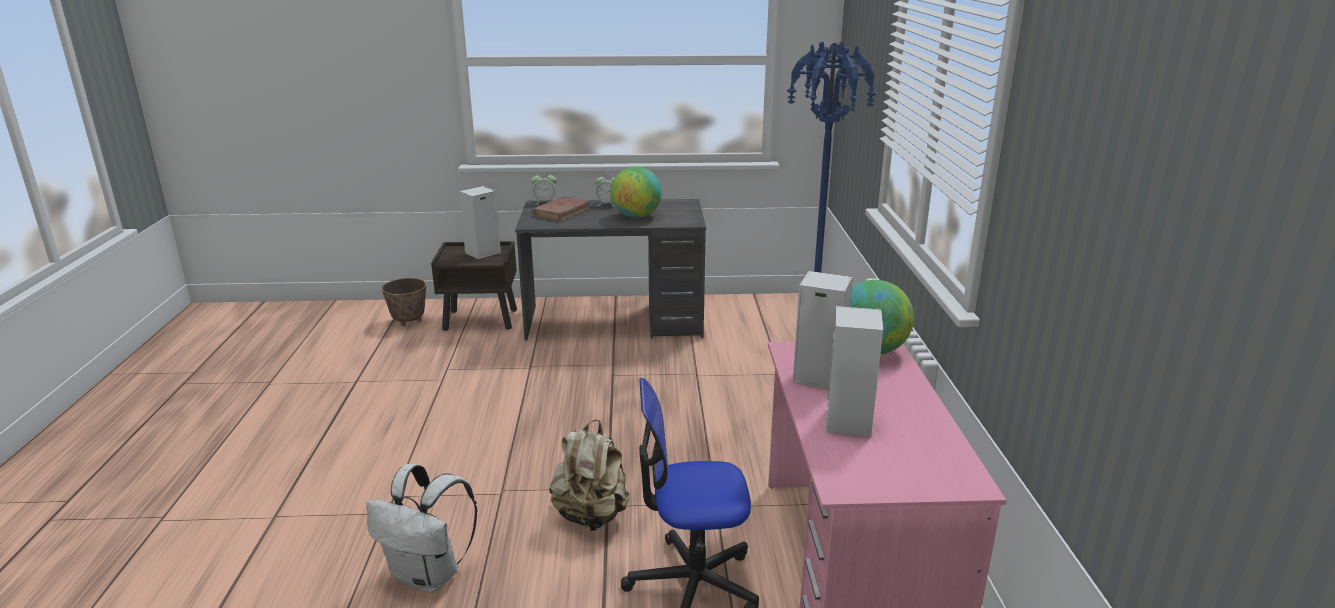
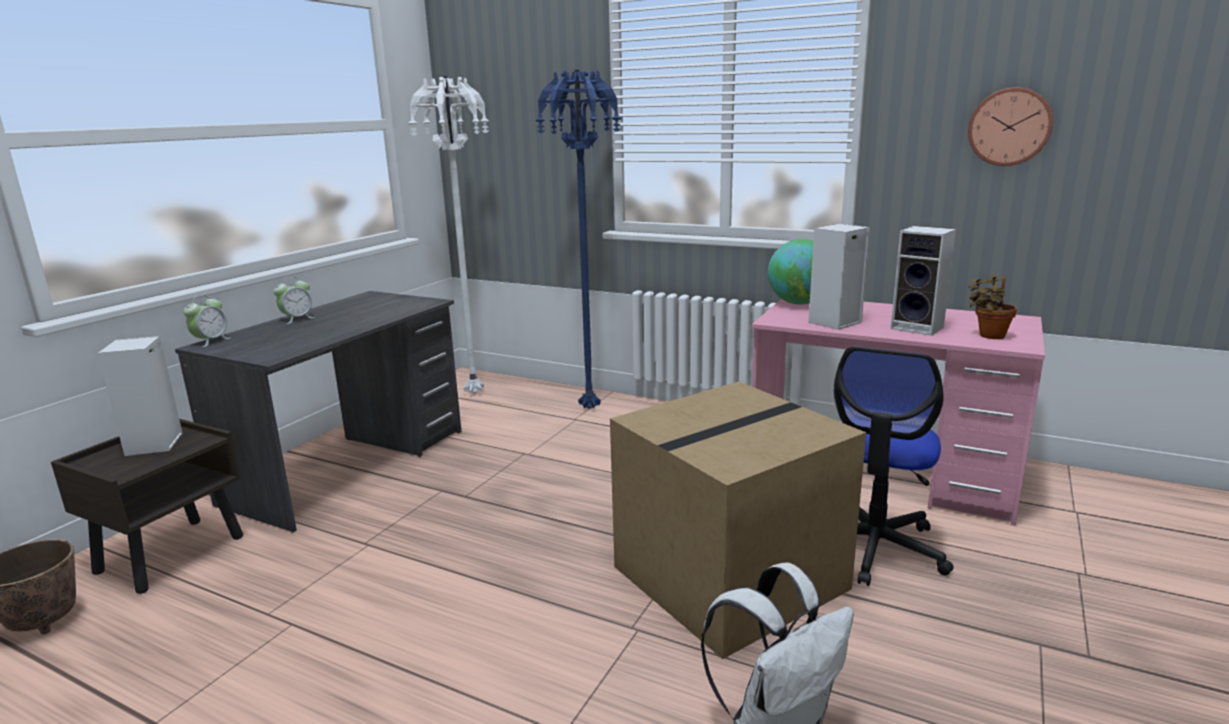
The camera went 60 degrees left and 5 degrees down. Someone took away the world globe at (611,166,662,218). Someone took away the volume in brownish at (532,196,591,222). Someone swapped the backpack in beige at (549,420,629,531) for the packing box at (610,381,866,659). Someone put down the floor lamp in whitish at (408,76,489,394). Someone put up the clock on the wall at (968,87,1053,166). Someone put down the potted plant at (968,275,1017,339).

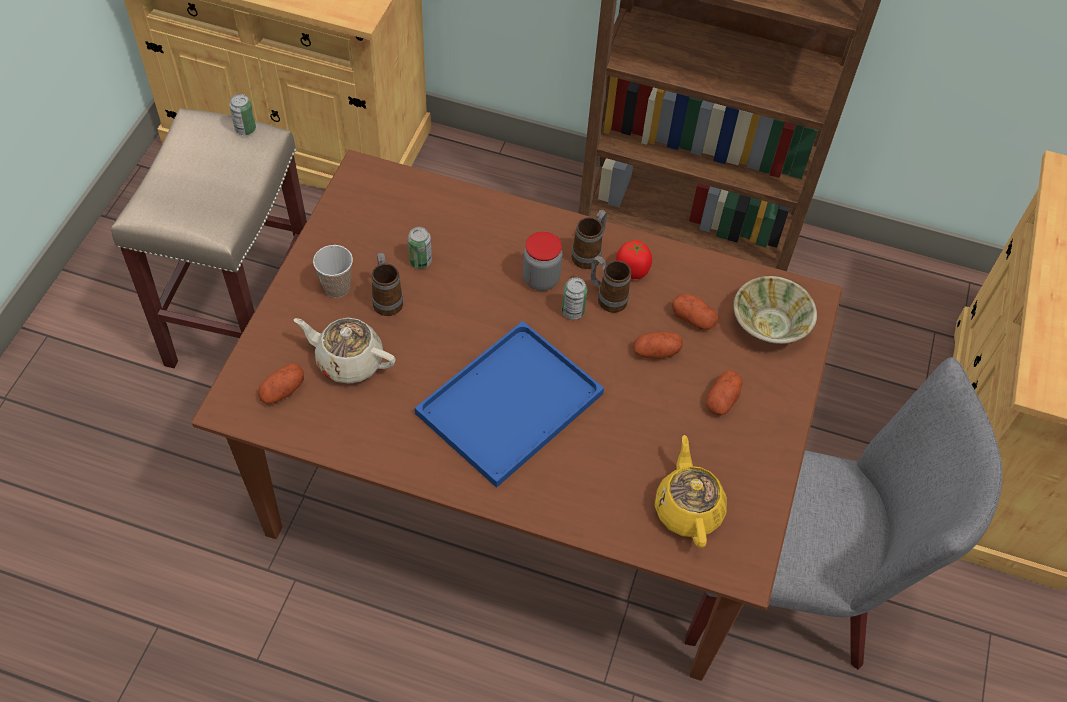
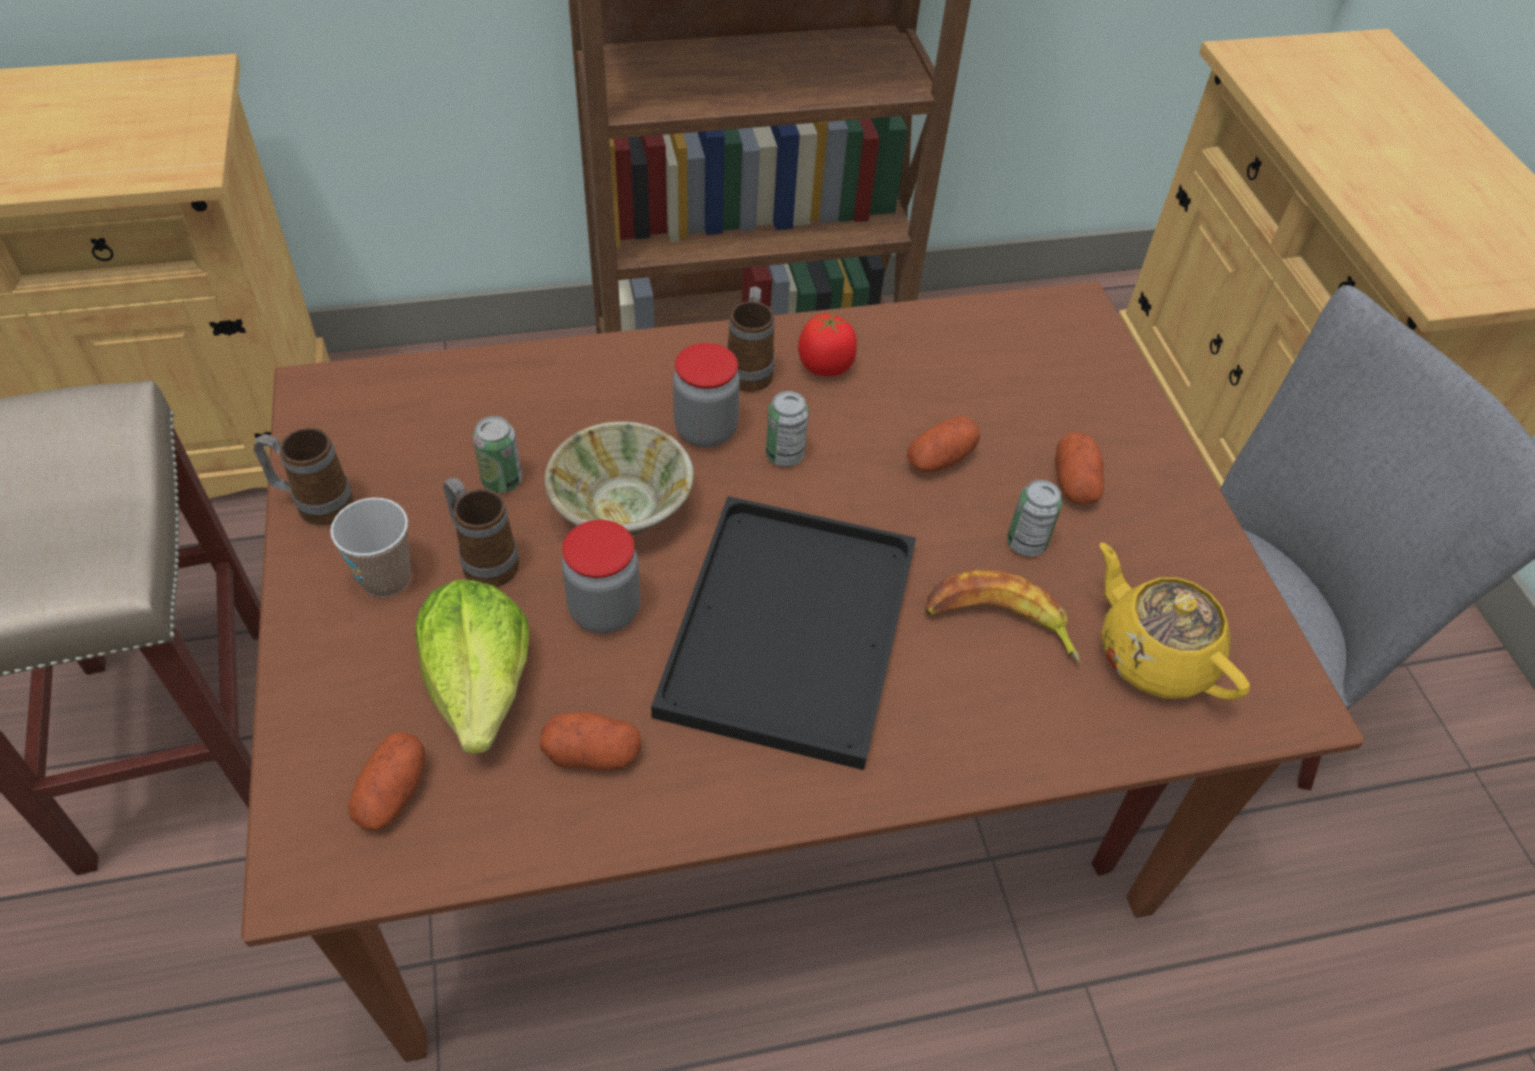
The camera went 30 degrees left and 5 degrees down. Someone carried the can from (229,94,256,135) to (1007,480,1062,556). Someone carried the coffee mug from (590,256,631,313) to (254,428,354,525). Someone carried the serving bowl in beige from (733,276,817,344) to (544,421,694,535). Someone carried the spud from (672,294,719,330) to (540,712,641,770). Someone swapped the pot for tea in beige at (294,318,396,384) for the lettuce head at (415,580,529,754). Someone repainted the serving tray in blue-coloured at (415,321,604,488), which became the serving tray in black at (651,496,916,770). Someone put down the storage jar at (562,520,640,634). Someone put down the whole banana at (925,570,1081,663).

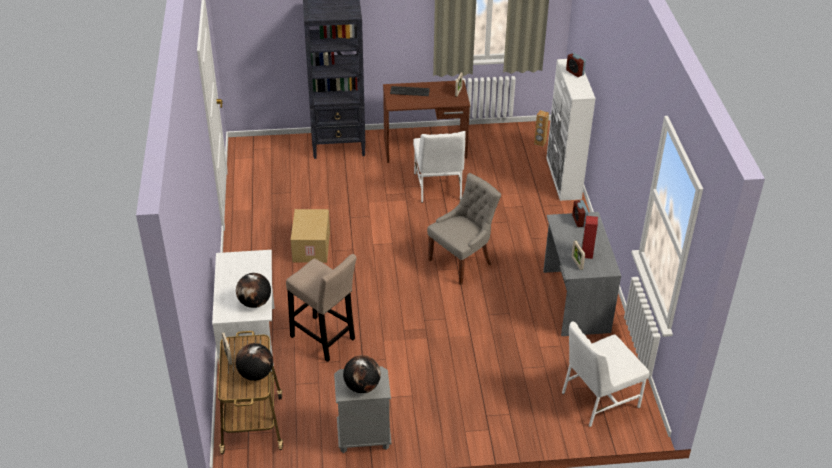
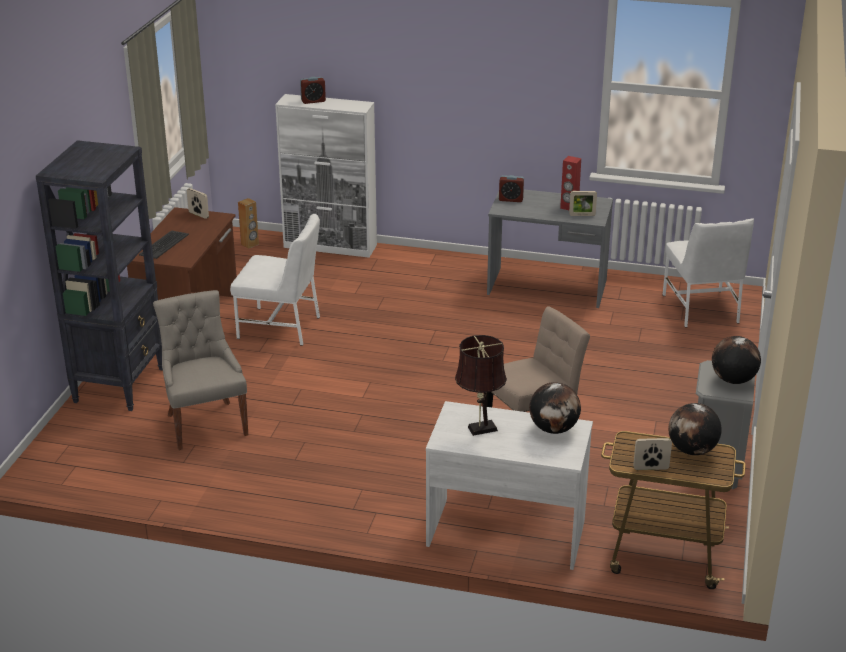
The camera went 70 degrees left and 10 degrees down. Someone carried the plain chair in greyish from (427,173,501,285) to (153,290,248,450). Someone took away the packing box at (291,209,330,263). Someone put down the lamp for a table in brownish at (455,335,507,436).

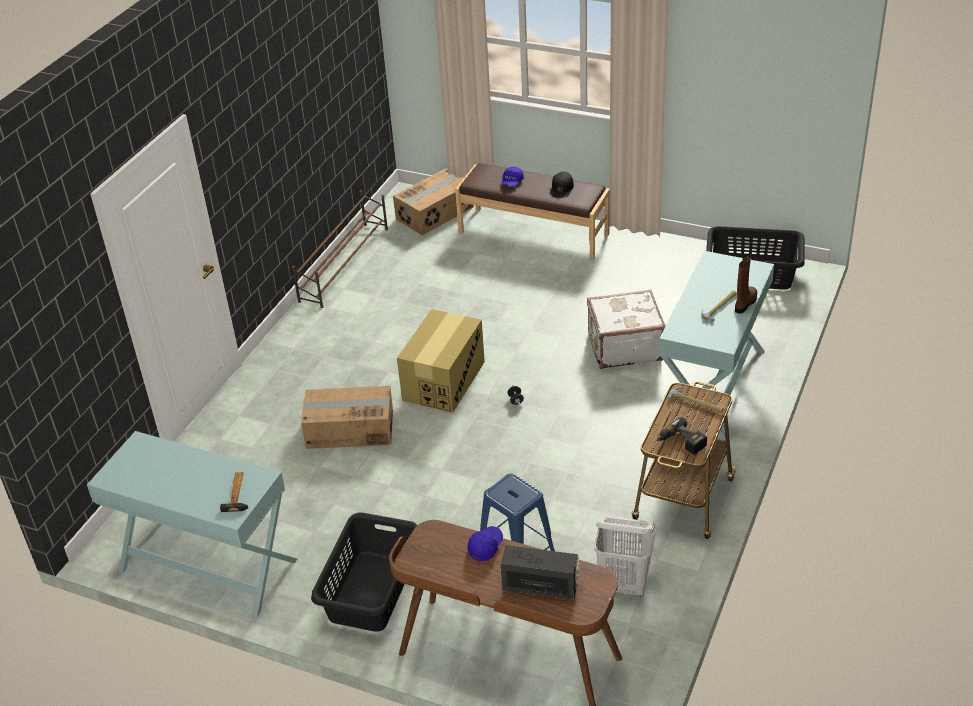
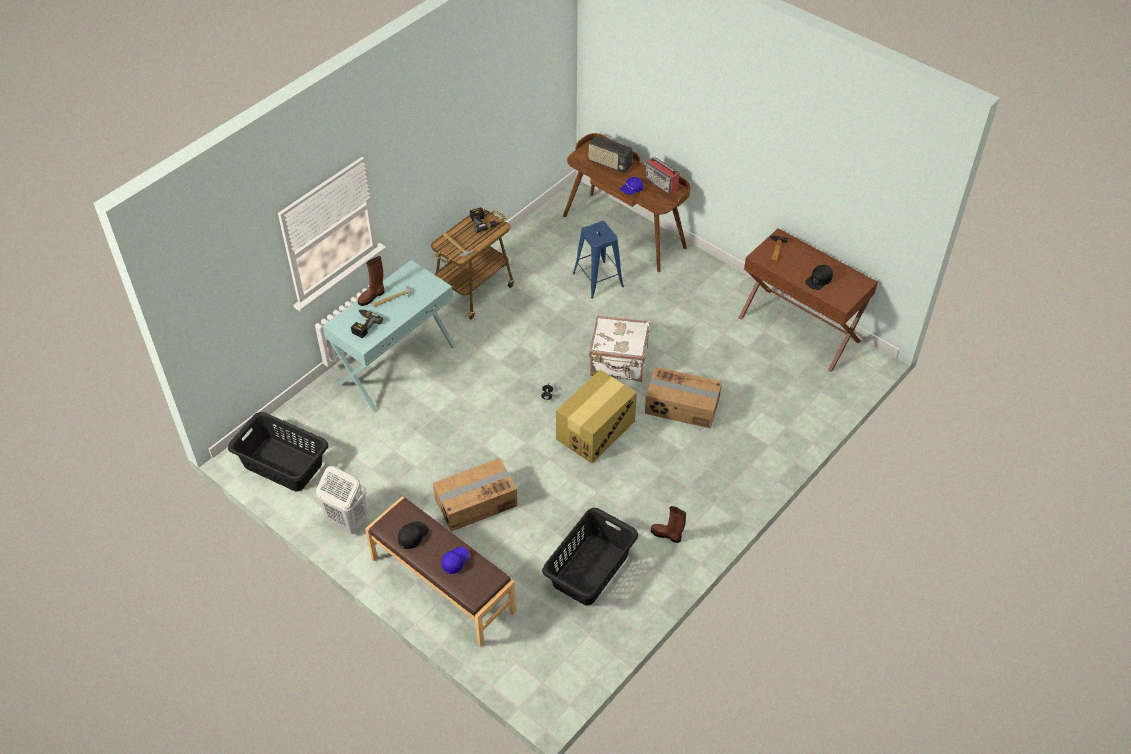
The camera went 165 degrees left and 10 degrees up. Someone carried the packing box from (393,168,474,235) to (433,458,517,532). Someone took away the shoe stand in brownish at (292,190,388,308). Someone carried the piece of luggage in whitish from (587,289,666,369) to (589,315,650,382). Someone repainted the hall table in blue-green at (87,431,297,617), which became the hall table in brownish at (739,228,878,372). Someone carried the laundry basket in black from (311,512,417,632) to (542,508,638,606). Someone carried the laundry basket in whitish from (594,516,656,597) to (316,466,367,534). Someone put down the radio receiver at (645,157,680,194). Someone put down the baseball cap in black at (805,265,833,290). Someone put down the power drill at (351,310,383,338). Someone put down the tall boot in brownish at (651,506,686,543).

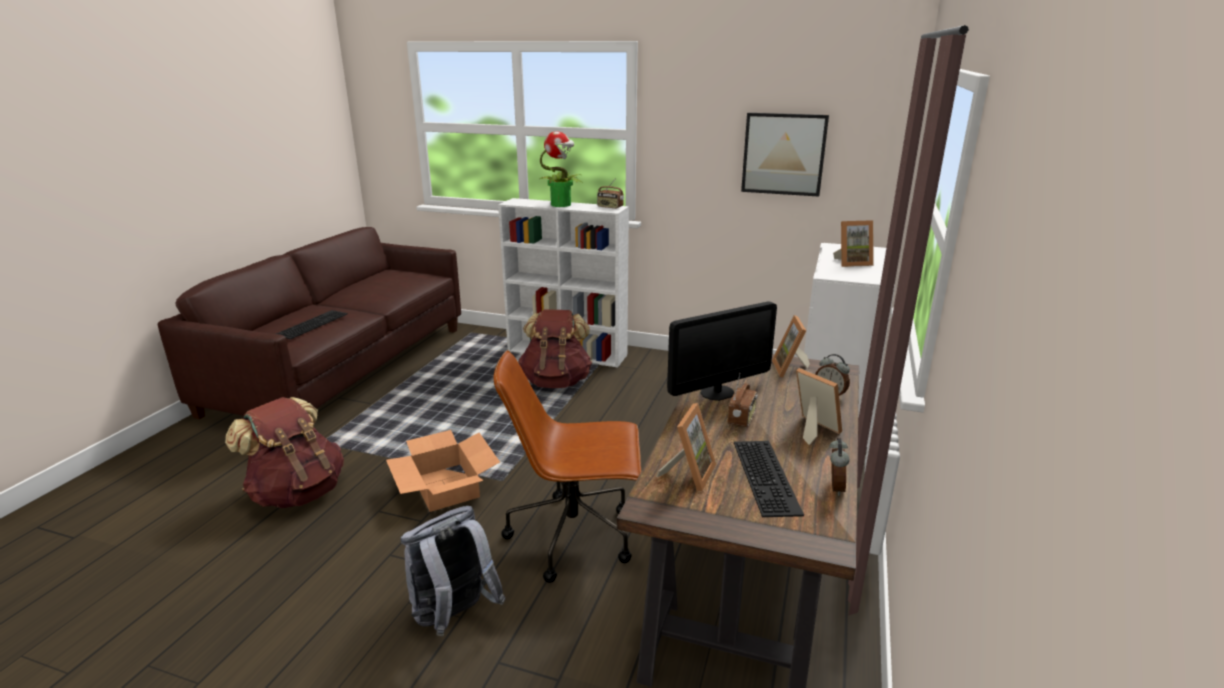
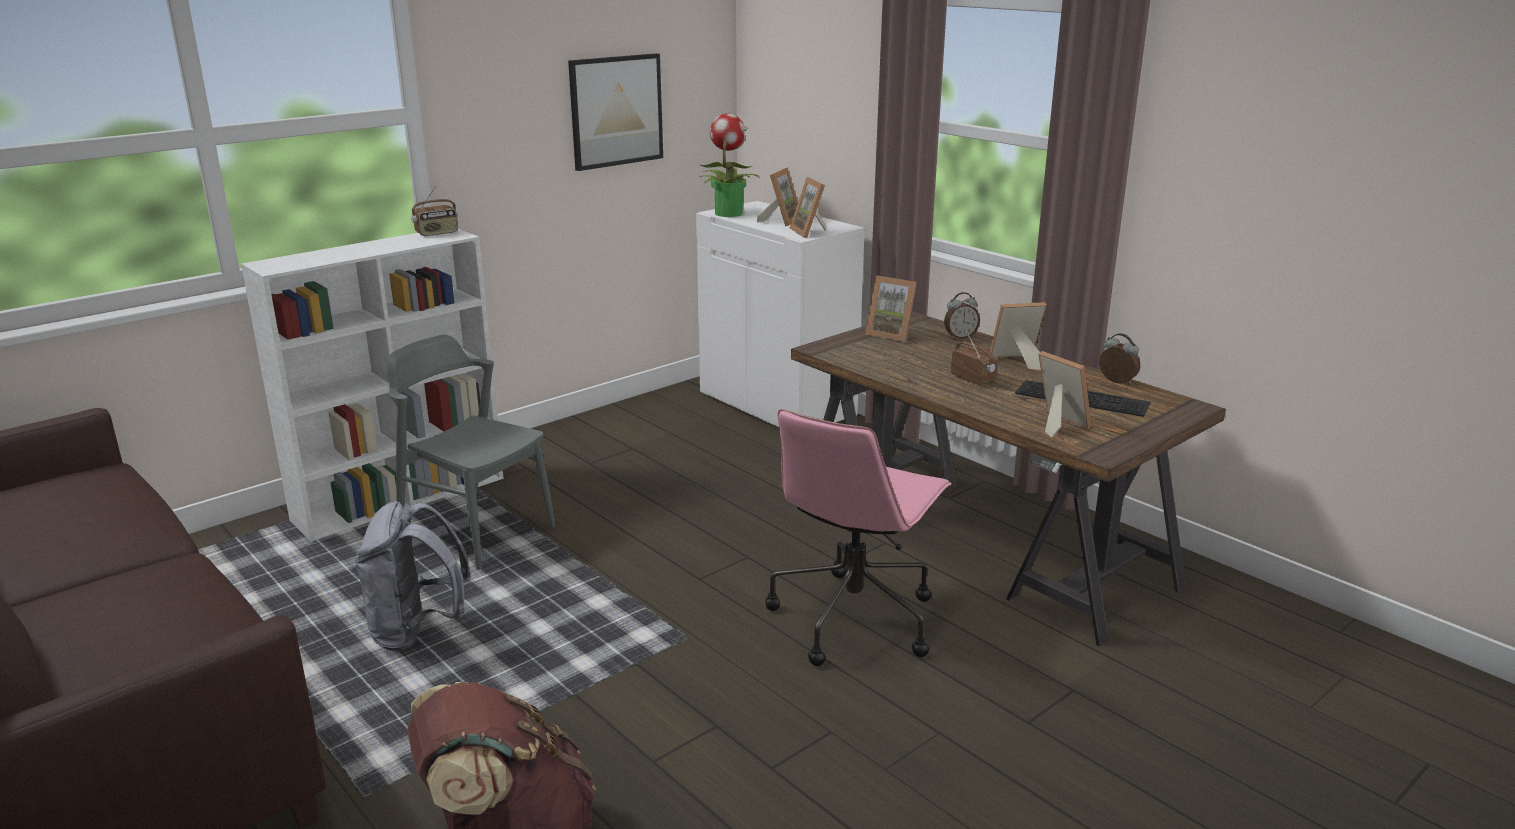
The camera went 60 degrees left and 0 degrees up. Someone carried the potted plant from (540,131,583,207) to (699,114,760,217). Someone took away the computer screen at (667,301,777,401). Someone took away the PC keyboard at (276,310,348,339). Someone swapped the backpack in brownish at (518,310,592,388) for the plain chair in greyish at (387,335,556,570). Someone repainted the office chair in brownish at (493,350,641,583), which became the office chair in pinkish at (765,409,952,666). Someone took away the packing box at (386,430,500,512). Someone carried the backpack in greyish from (401,506,506,636) to (354,501,471,652). Someone put down the picture frame at (790,177,827,238).

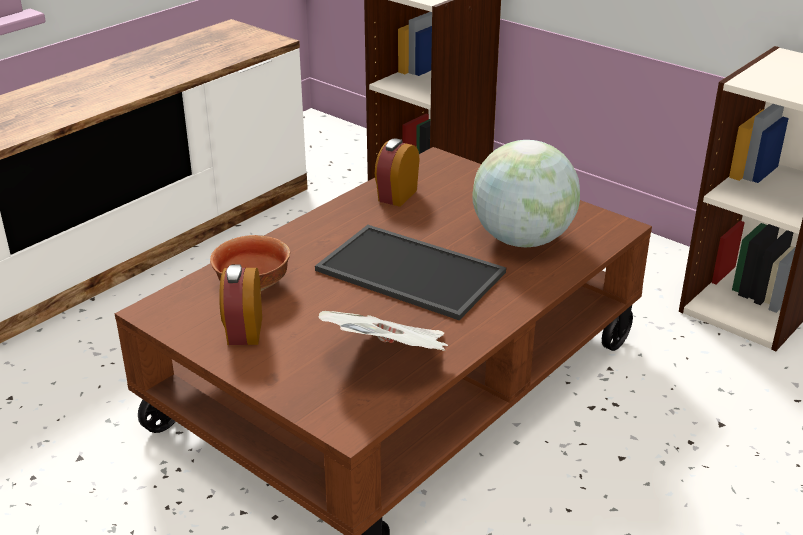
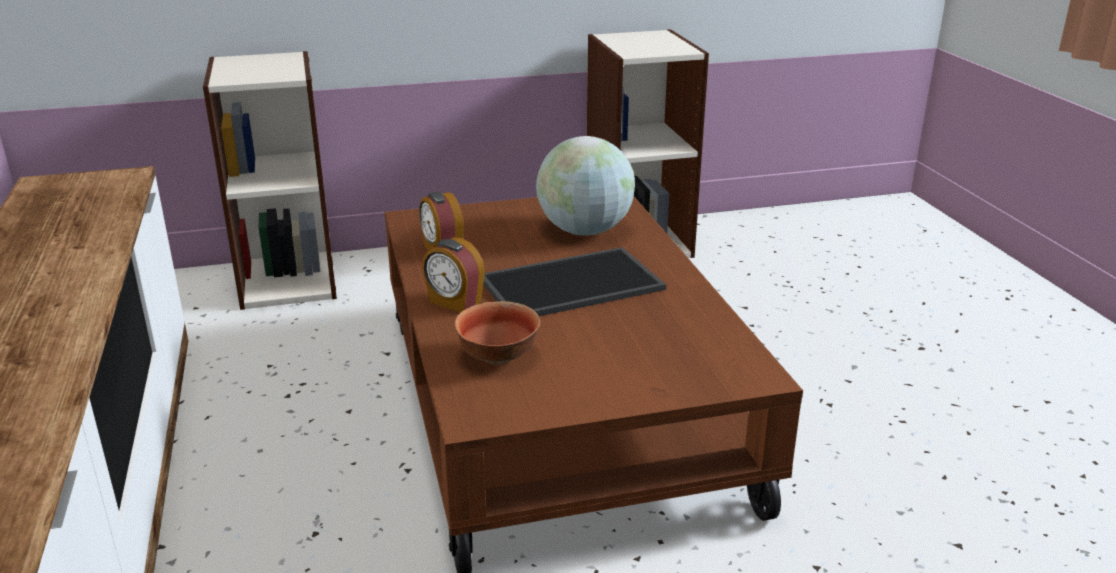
The camera went 55 degrees left and 5 degrees down. Someone carried the bedside clock from (219,264,262,345) to (422,238,485,313). Someone took away the newspaper at (319,311,448,351).

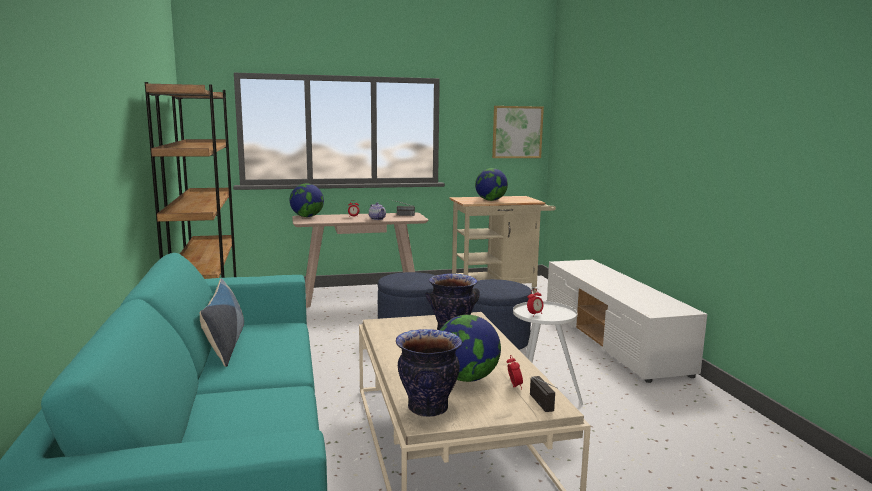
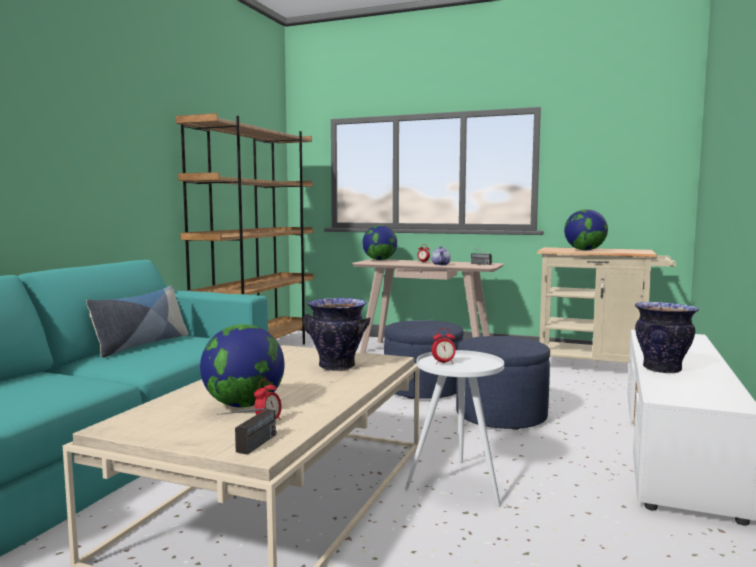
The camera went 35 degrees right and 5 degrees down. Someone took away the picture at (492,106,544,158). Someone carried the decorative vase from (396,329,462,417) to (635,302,699,373).

